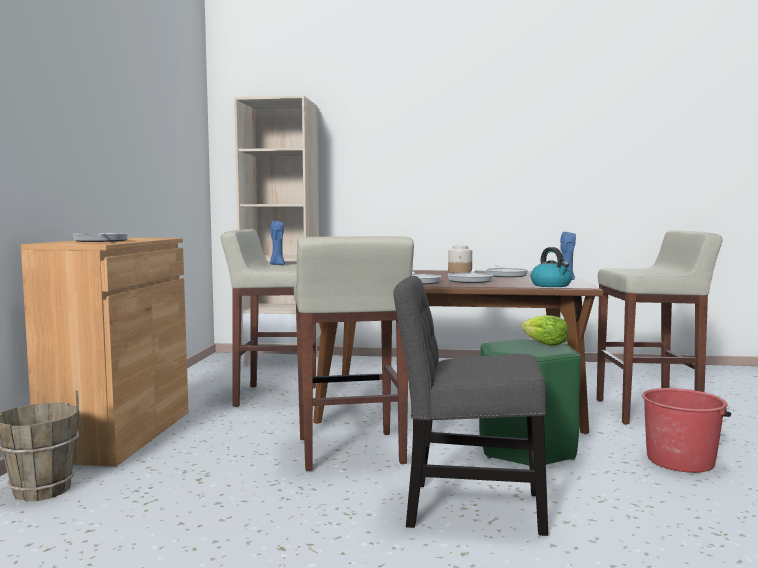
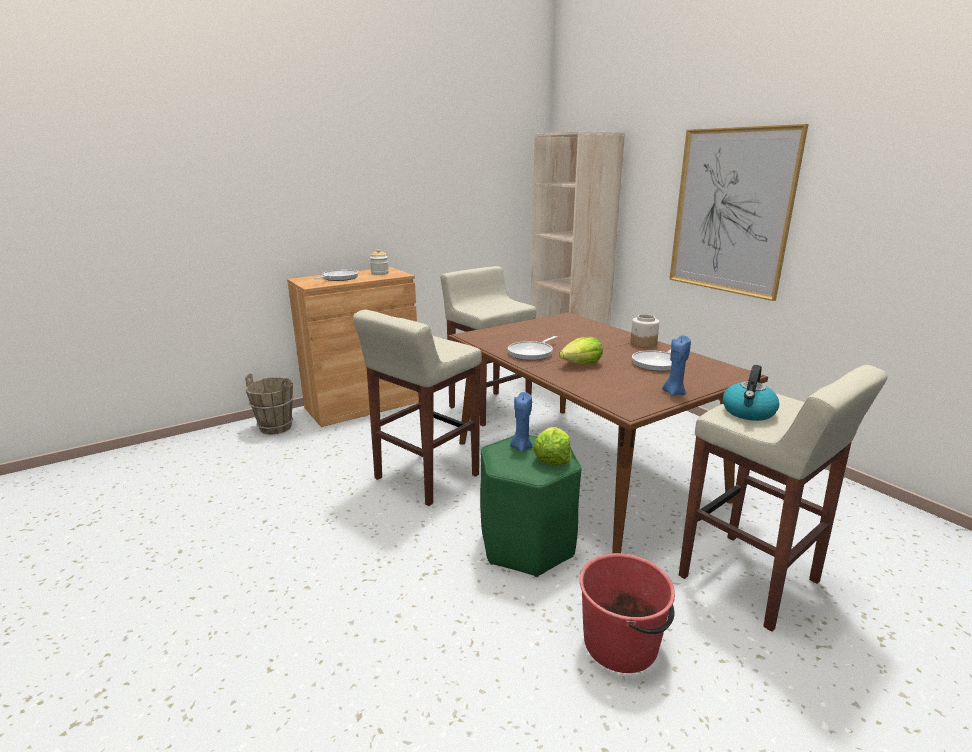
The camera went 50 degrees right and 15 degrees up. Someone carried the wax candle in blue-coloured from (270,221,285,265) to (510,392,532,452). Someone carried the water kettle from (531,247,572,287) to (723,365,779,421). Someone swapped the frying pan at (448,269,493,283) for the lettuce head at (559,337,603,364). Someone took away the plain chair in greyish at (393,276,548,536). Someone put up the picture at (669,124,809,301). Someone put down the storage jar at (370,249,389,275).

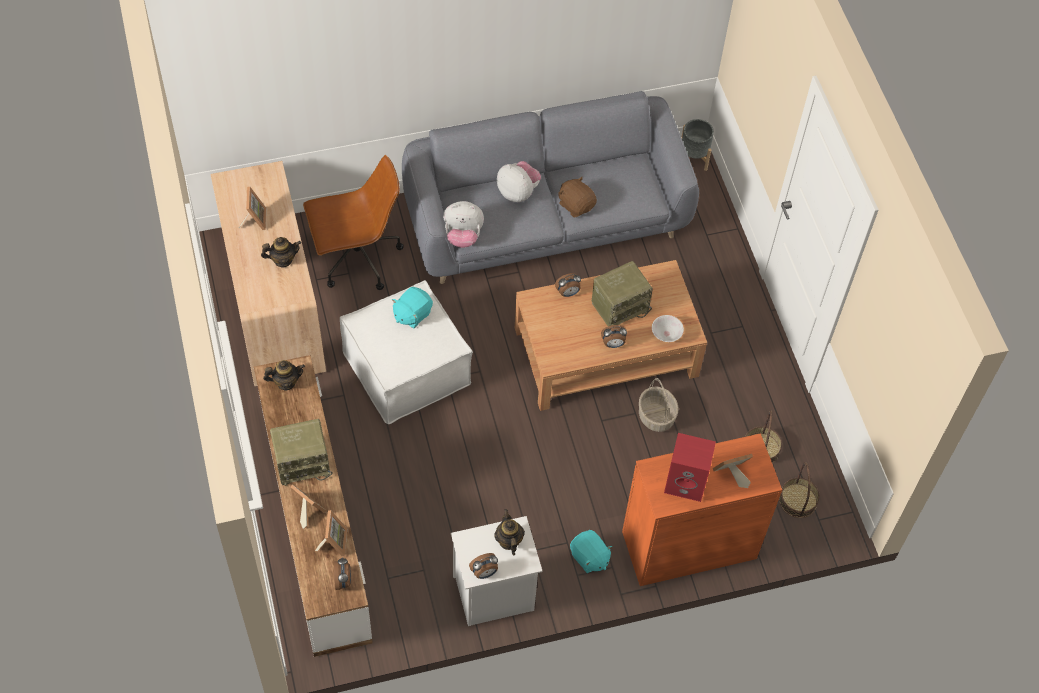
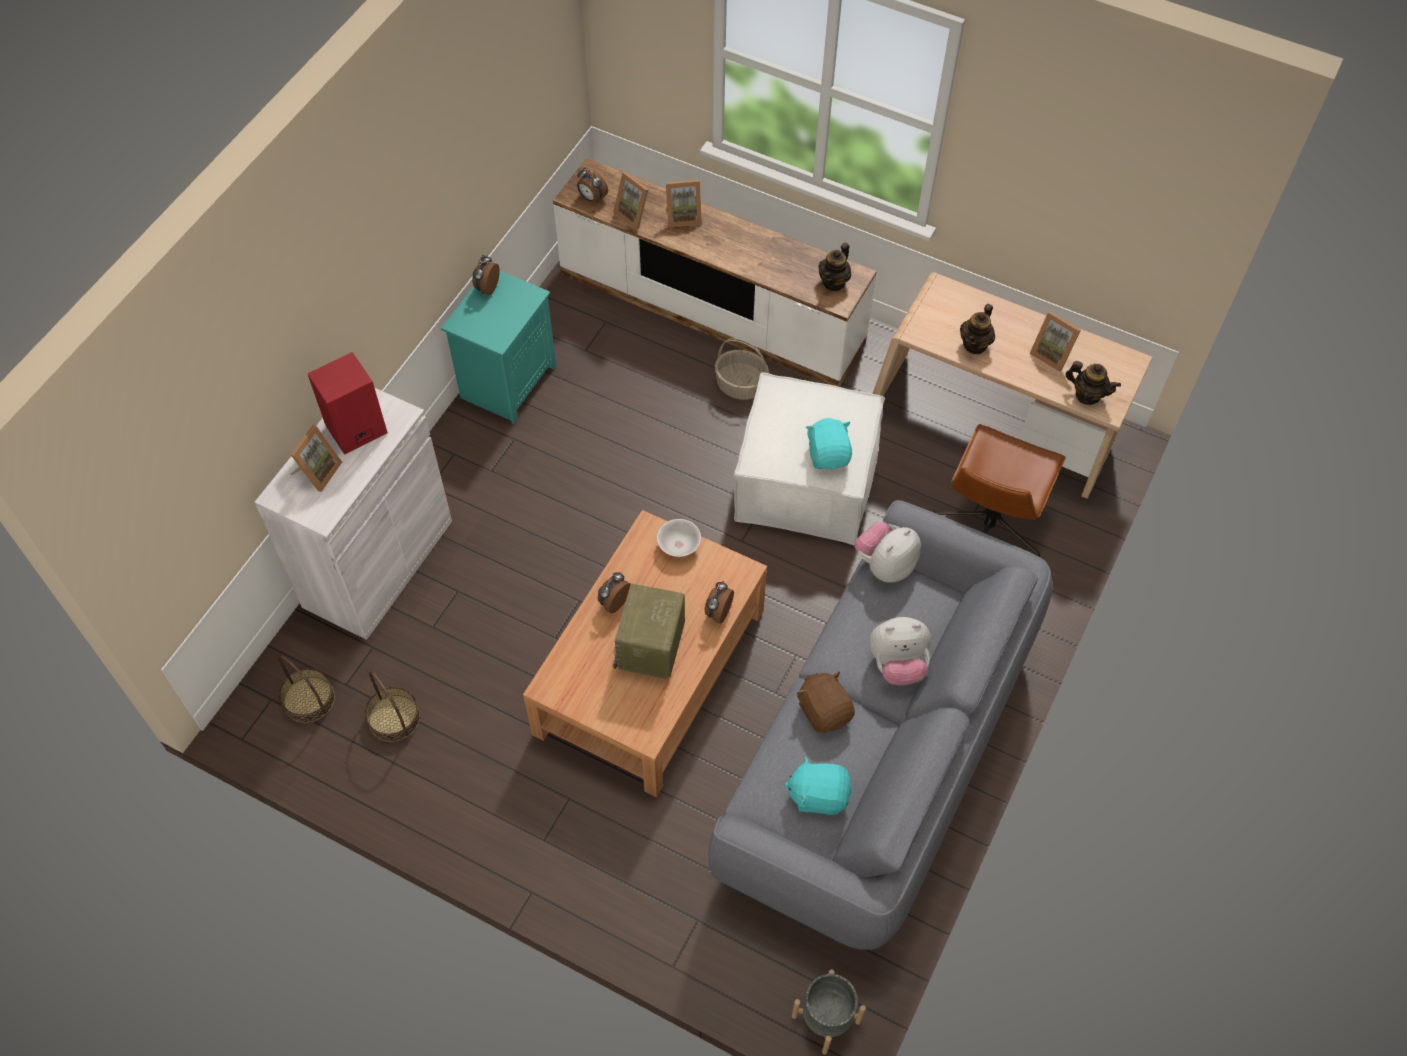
The camera went 135 degrees right and 0 degrees up. Someone rotated the plush toy in brownish at (558,177,597,217) by 120 degrees counterclockwise. Someone carried the serving bowl in whitish from (652,315,684,342) to (657,519,701,557). Someone carried the storage basket from (639,378,679,432) to (715,338,769,400). Someone took away the radio receiver at (270,419,333,486). Someone repainted the storage cabinet in orange-coloured at (622,433,782,586), which became the storage cabinet in whitish at (254,388,452,640). Someone carried the pot for tea from (494,509,525,555) to (1065,361,1121,405). Someone repainted the night table in whitish at (451,516,542,626), which became the night table in blue-green at (441,271,556,424). Someone carried the plush toy in blue-green from (570,530,613,573) to (784,756,852,815).

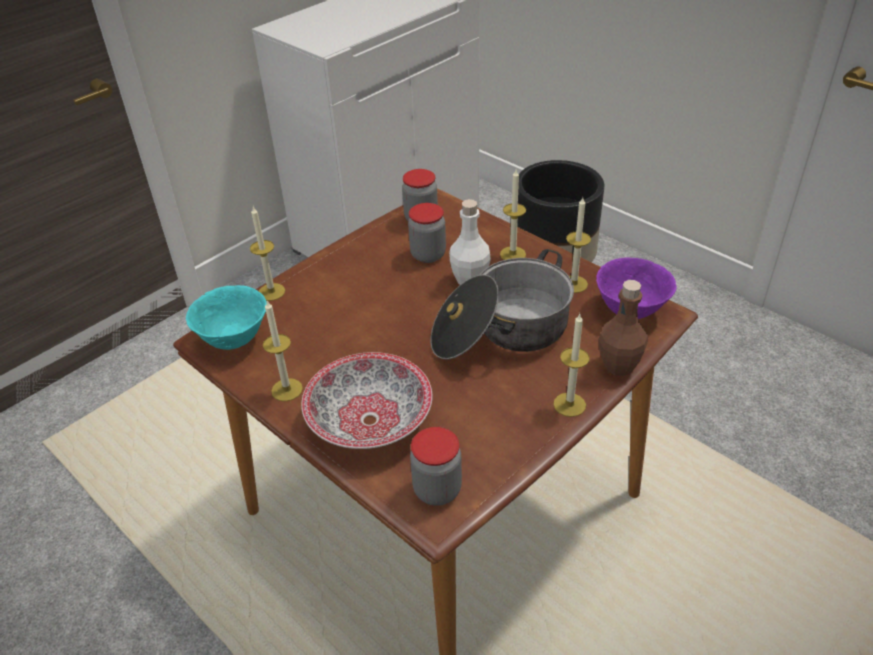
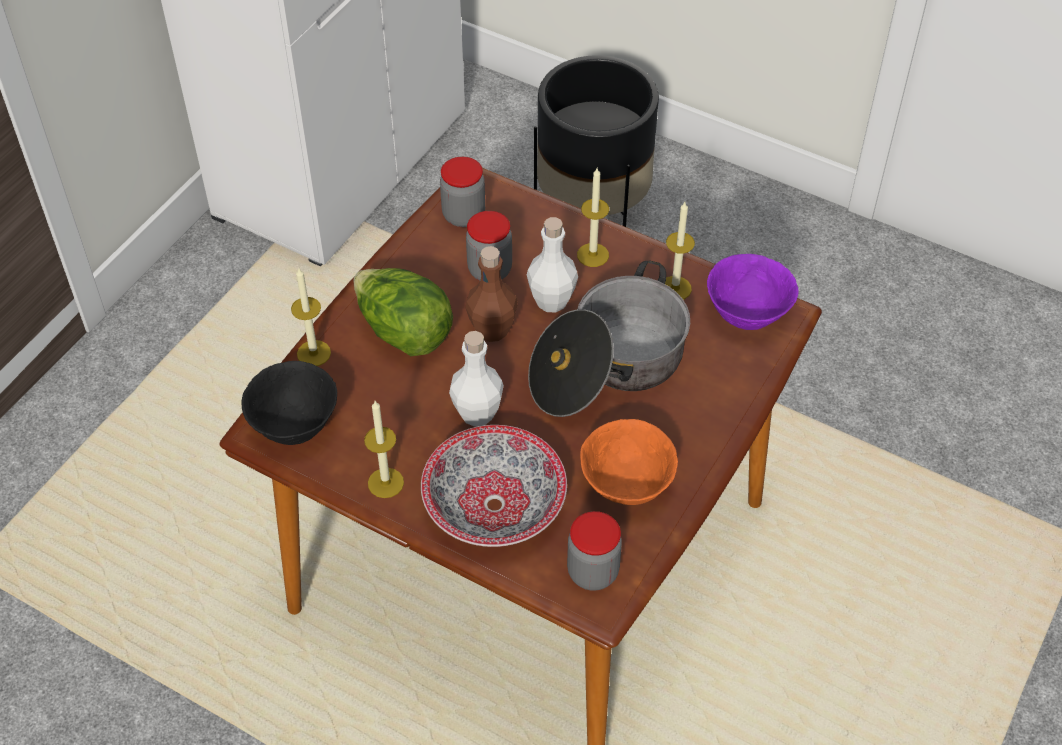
The camera went 15 degrees left and 10 degrees up. Someone carried the drink bottle in brownish from (598,280,648,376) to (465,246,518,342). Someone repainted the serving bowl in blue-green at (186,285,267,350), which became the serving bowl in black at (241,361,337,445). Someone took away the wax candle at (553,314,590,417). Someone put down the lettuce head at (354,268,453,356). Someone put down the drink bottle in whitish at (449,331,504,427). Someone put down the serving bowl in orange-coloured at (580,419,678,505).

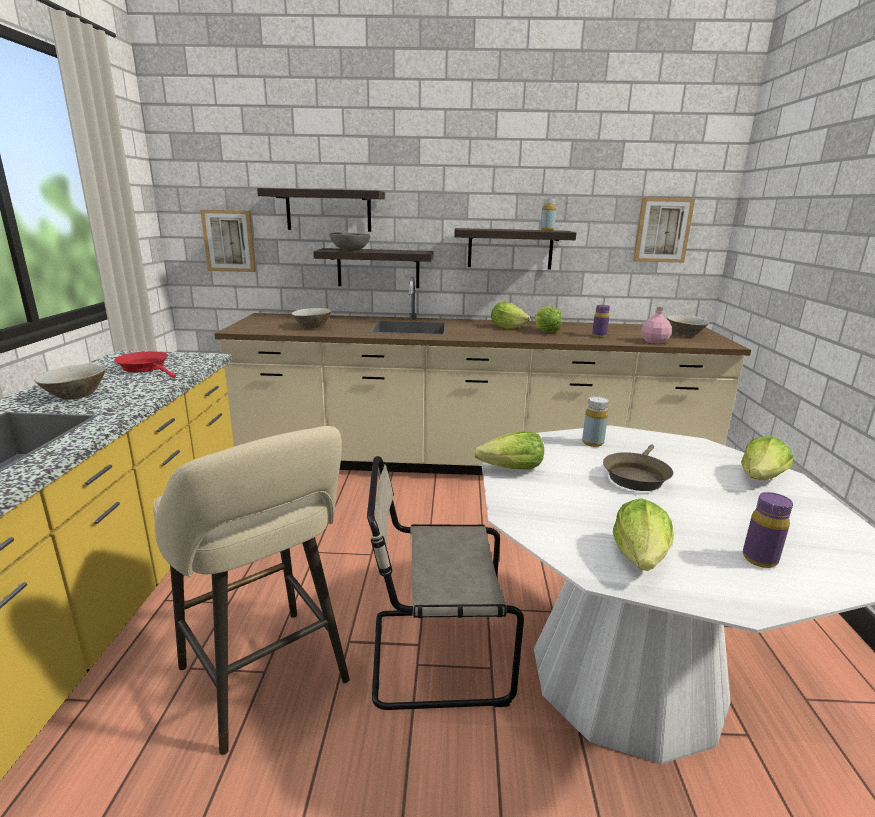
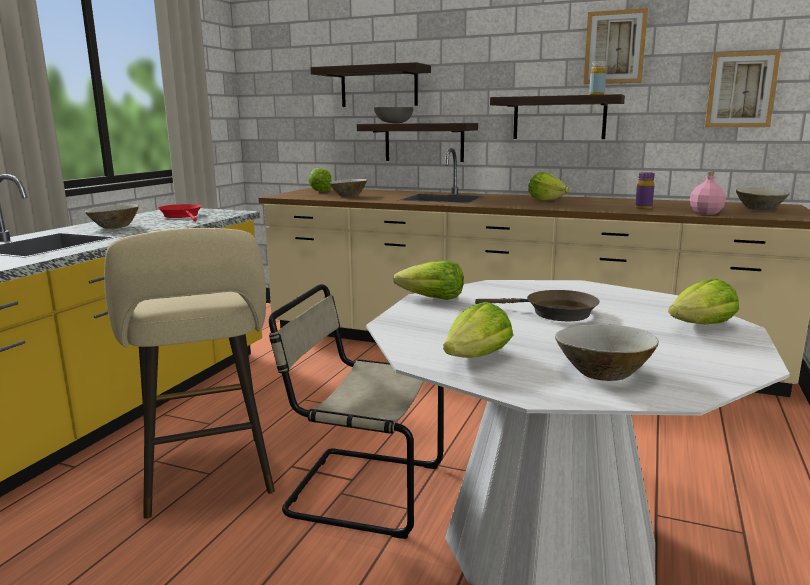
The camera went 20 degrees right and 5 degrees down. Someone carried the picture from (200,210,256,272) to (584,8,648,84). Someone carried the lettuce head from (535,306,562,332) to (308,168,332,192). Someone took away the drink bottle in yellow at (582,396,609,447). Someone rotated the frying pan in brownish at (603,444,673,491) by 120 degrees counterclockwise. Someone swapped the drink bottle in purplish at (743,492,793,568) for the serving bowl in beige at (555,324,659,381).

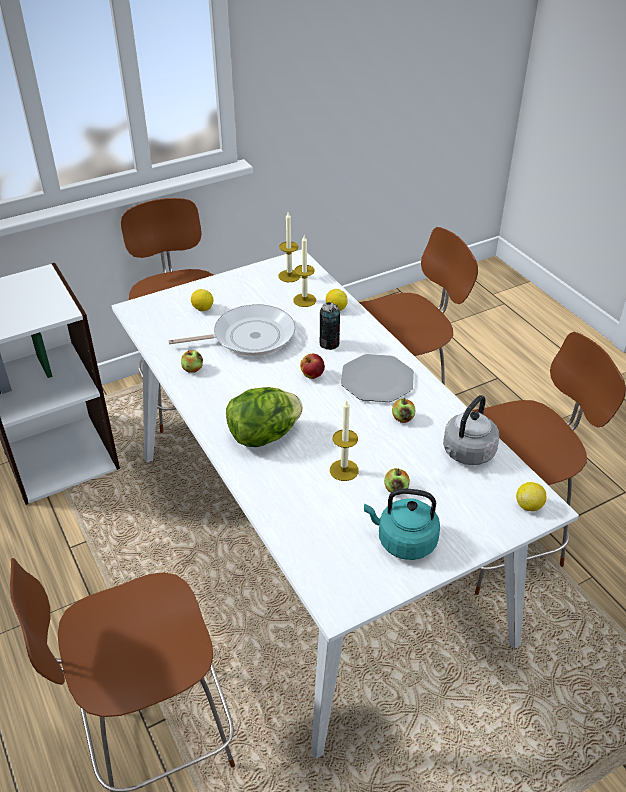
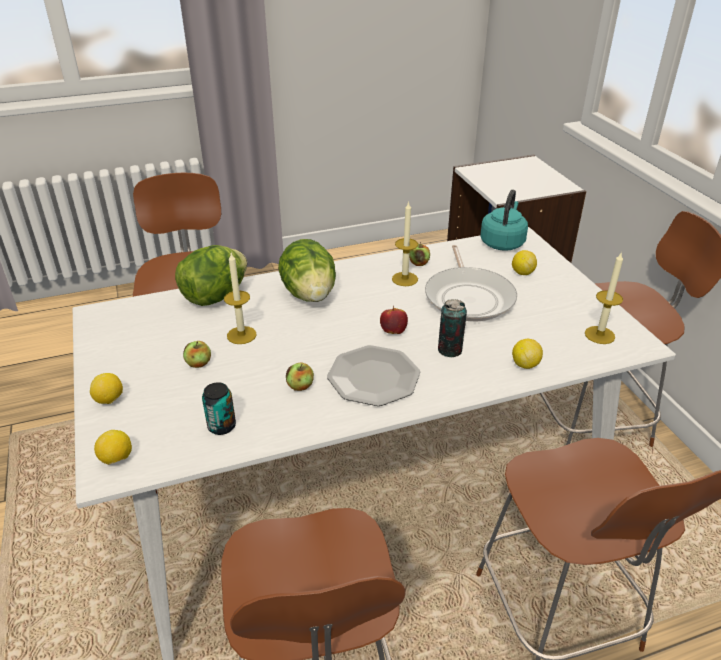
The camera went 100 degrees right and 5 degrees down. Someone carried the wax candle from (293,235,316,307) to (392,201,418,286). Someone swapped the water kettle in greyish at (443,395,499,465) for the can at (202,382,236,435). Someone carried the water kettle in blue-green from (364,488,440,560) to (480,189,528,251). Someone put down the lettuce head at (175,245,247,306). Someone put down the whole lemon at (90,373,123,404).

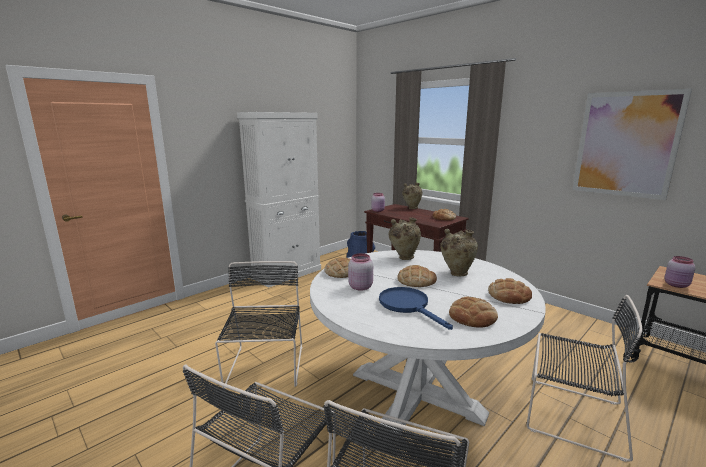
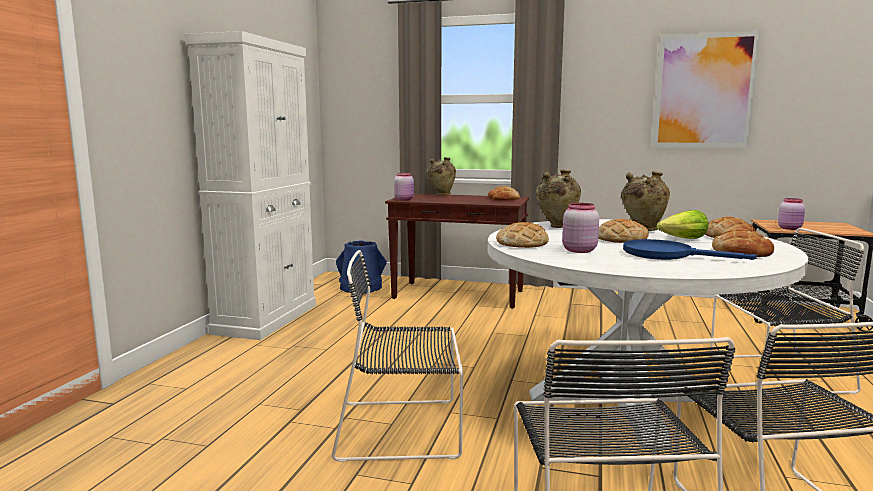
The camera went 30 degrees left and 5 degrees down. Someone rotated the plain chair in black at (215,261,302,389) by 60 degrees counterclockwise. Someone put down the lettuce head at (657,210,708,239).

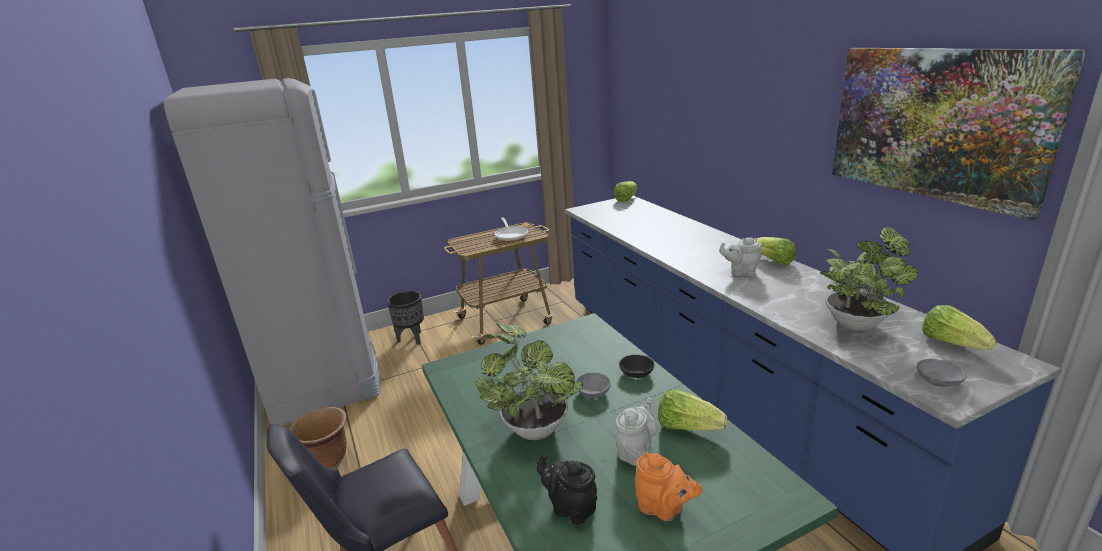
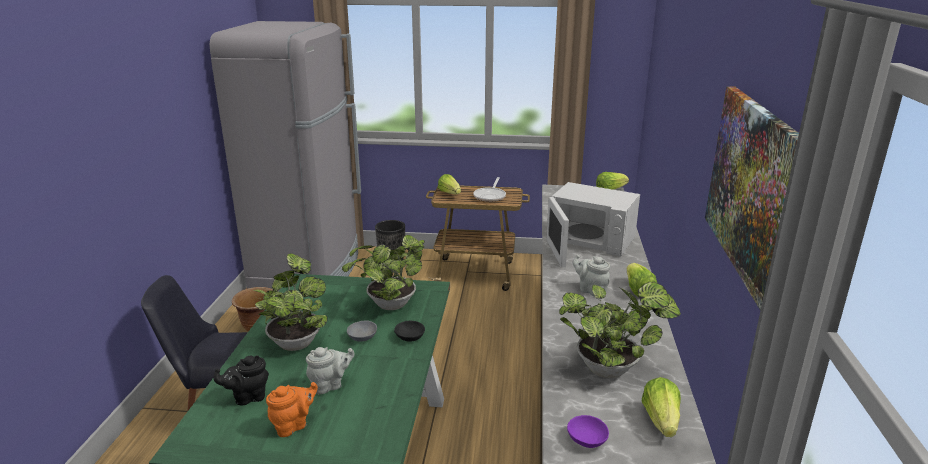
The camera went 30 degrees right and 0 degrees up. Someone repainted the serving bowl in greyish at (917,359,966,387), which became the serving bowl in purplish at (567,415,609,448). Someone carried the lettuce head from (658,389,727,431) to (438,174,461,194). Someone rotated the pot for tea in orange-coloured at (635,452,703,521) by 105 degrees counterclockwise. Someone rotated the pot for tea in black at (537,454,597,525) by 90 degrees counterclockwise. Someone put down the kitchen microwave in whitish at (546,182,640,267). Someone put down the potted plant at (342,235,425,310).

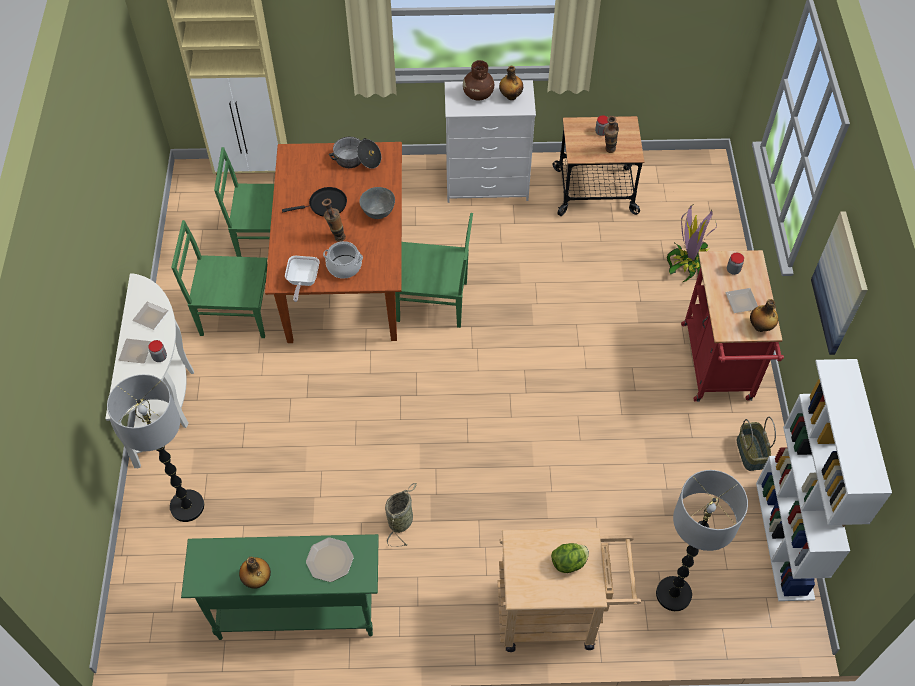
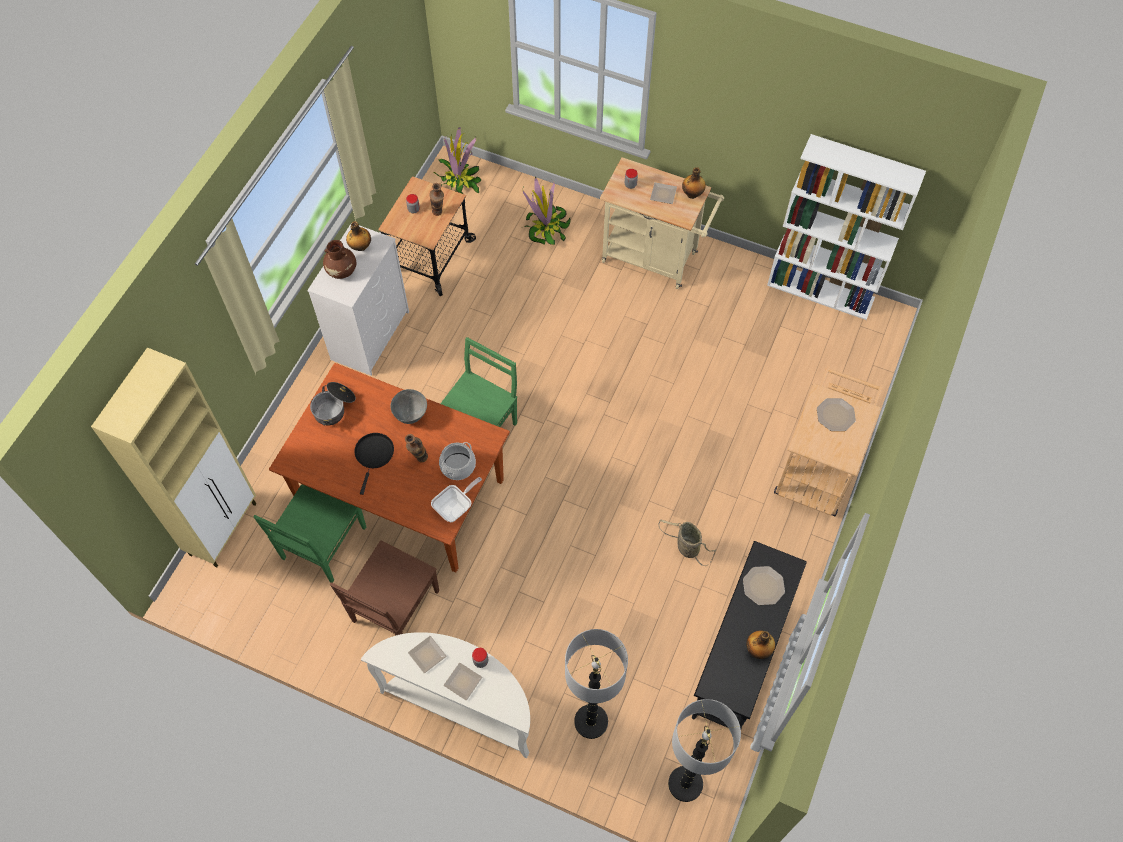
The camera went 65 degrees left and 5 degrees up. Someone took away the picture at (811,211,868,355). Someone repainted the plain chair in green at (171,220,267,338), which became the plain chair in brownish at (330,540,439,636). Someone repainted the trolley in red-coloured at (681,250,784,402), which became the trolley in beige at (600,157,724,289). Someone rotated the frying pan at (285,256,320,302) by 75 degrees counterclockwise. Someone took away the storage basket at (737,417,776,471). Someone carried the floor lamp from (656,470,748,611) to (668,699,741,802). Someone repainted the hall table in green at (181,534,379,640), which became the hall table in black at (692,541,807,729). Someone swapped the lettuce head at (551,543,589,573) for the plate at (817,398,856,431). Someone put down the potted plant at (434,127,481,194).

